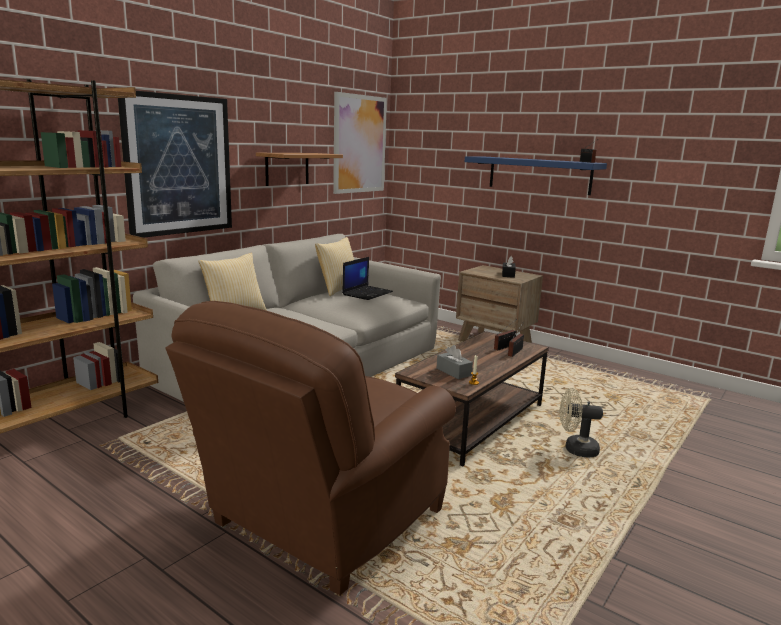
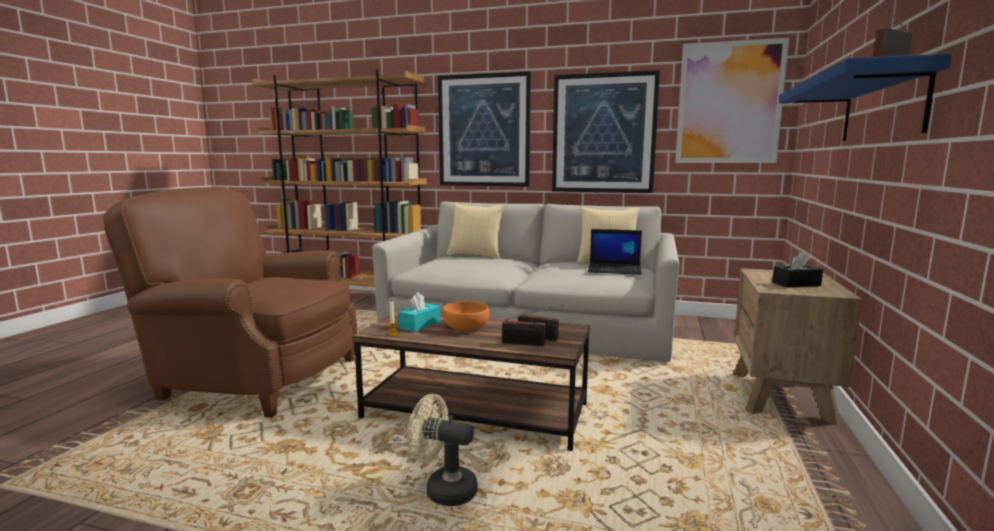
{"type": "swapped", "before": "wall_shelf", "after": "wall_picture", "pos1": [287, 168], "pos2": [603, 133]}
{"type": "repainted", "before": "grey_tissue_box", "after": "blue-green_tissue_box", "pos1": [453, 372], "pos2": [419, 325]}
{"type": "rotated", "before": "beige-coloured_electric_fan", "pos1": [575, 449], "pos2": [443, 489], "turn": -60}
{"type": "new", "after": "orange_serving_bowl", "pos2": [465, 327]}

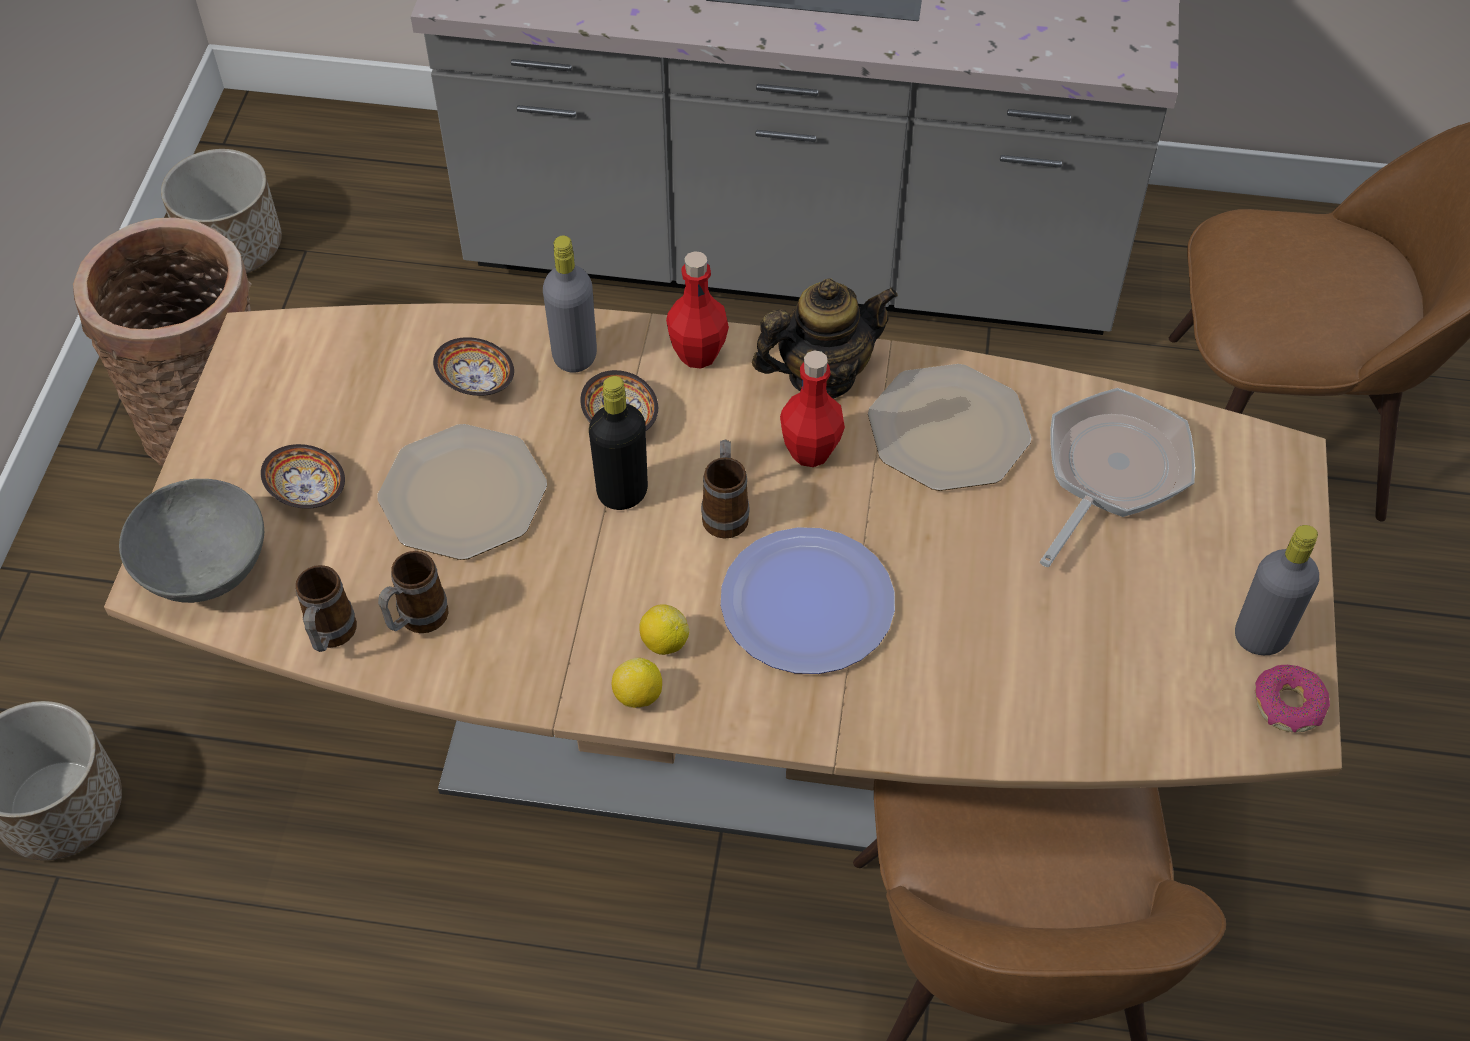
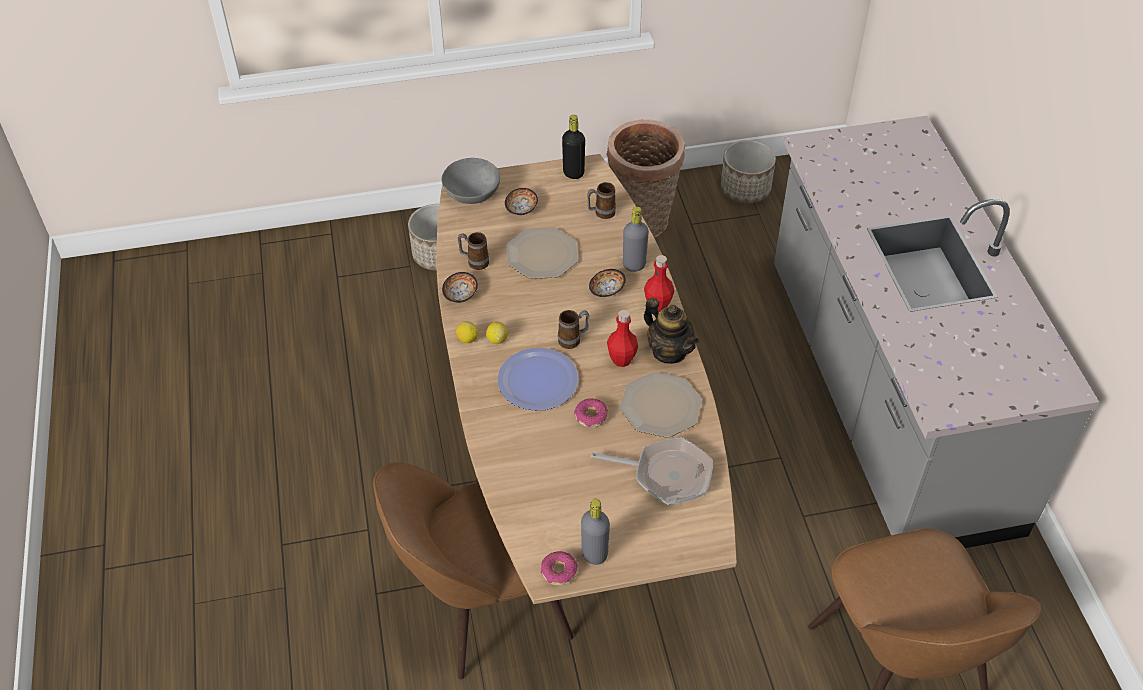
{"type": "shifted", "before": "serving_bowl", "pos1": [476, 381], "pos2": [460, 295]}
{"type": "shifted", "before": "black_drink_bottle", "pos1": [622, 493], "pos2": [573, 173]}
{"type": "shifted", "before": "coffee_mug", "pos1": [330, 637], "pos2": [601, 213]}
{"type": "new", "after": "ring_doughnut", "pos2": [591, 416]}

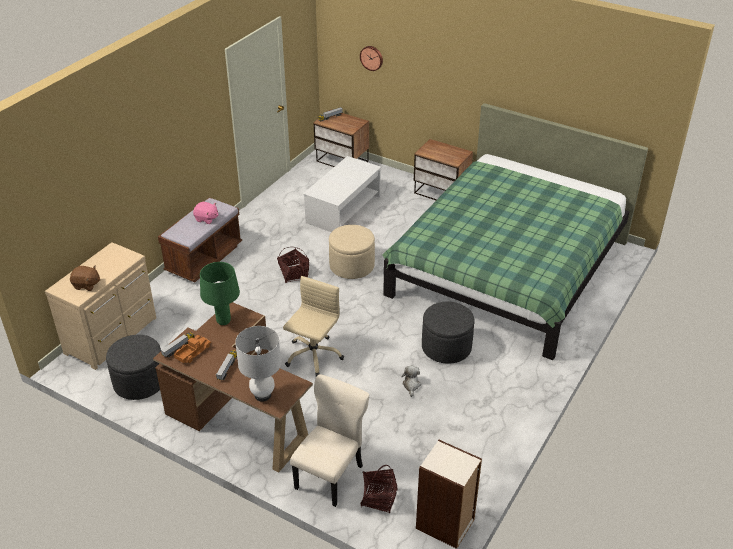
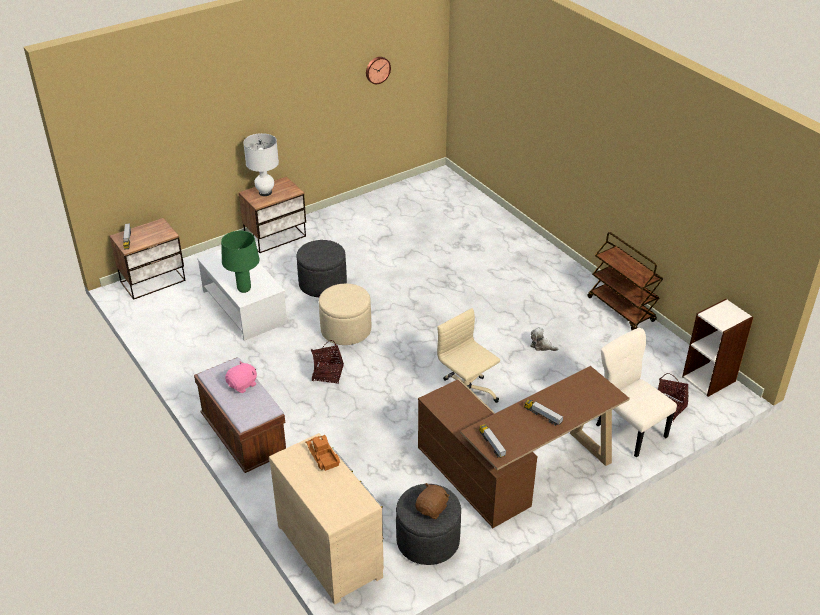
{"type": "shifted", "before": "wall_clock", "pos1": [372, 58], "pos2": [377, 69]}
{"type": "gone", "before": "green-coloured_sleeping_bed", "pos1": [508, 268]}
{"type": "shifted", "before": "green-coloured_tabletop_lamp", "pos1": [223, 322], "pos2": [244, 289]}
{"type": "shifted", "before": "brown-coloured_cuddly_toy", "pos1": [86, 285], "pos2": [432, 509]}
{"type": "shifted", "before": "grey_footrest", "pos1": [446, 347], "pos2": [322, 284]}
{"type": "shifted", "before": "white_tabletop_lamp", "pos1": [262, 395], "pos2": [265, 192]}
{"type": "shifted", "before": "model_truck", "pos1": [192, 352], "pos2": [322, 456]}
{"type": "new", "after": "brown-coloured_cart", "pos2": [621, 309]}

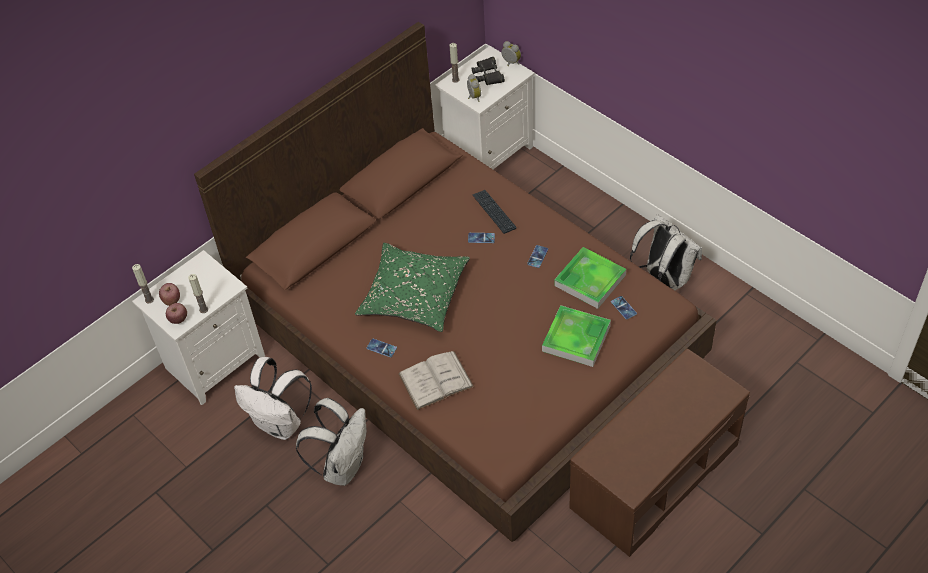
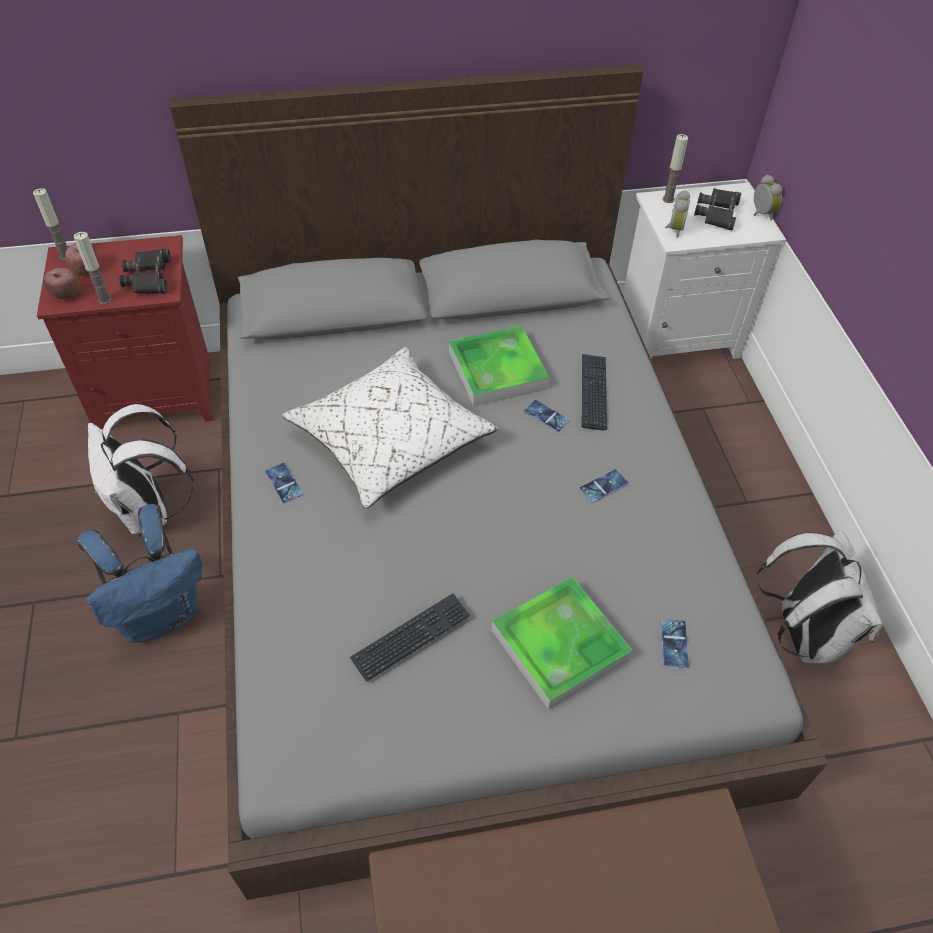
{"type": "repainted", "before": "brown-coloured_sleeping_bed", "after": "grey_sleeping_bed", "pos1": [467, 332], "pos2": [464, 538]}
{"type": "repainted", "before": "green-coloured_pillow", "after": "white_pillow", "pos1": [413, 296], "pos2": [389, 439]}
{"type": "shifted", "before": "serving_tray", "pos1": [590, 280], "pos2": [497, 370]}
{"type": "repainted", "before": "white_night_table", "after": "reddish_night_table", "pos1": [214, 361], "pos2": [158, 394]}
{"type": "gone", "before": "white_volume", "pos1": [436, 380]}
{"type": "repainted", "before": "white_knapsack", "after": "blue-coloured_knapsack", "pos1": [343, 466], "pos2": [161, 614]}
{"type": "new", "after": "black_pair_of_binoculars", "pos2": [149, 277]}
{"type": "new", "after": "keyboard", "pos2": [411, 637]}

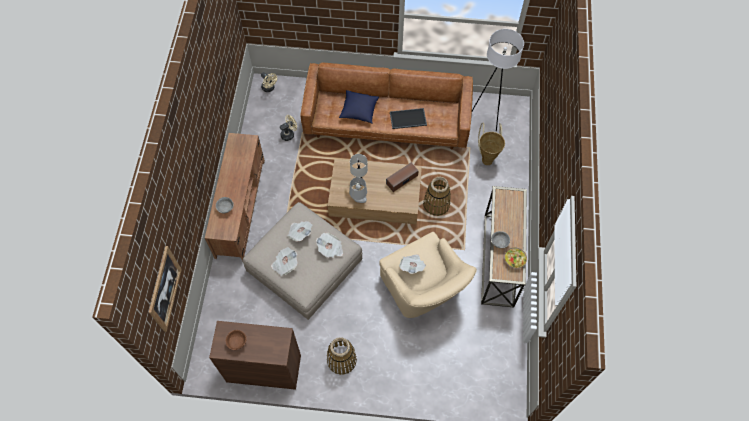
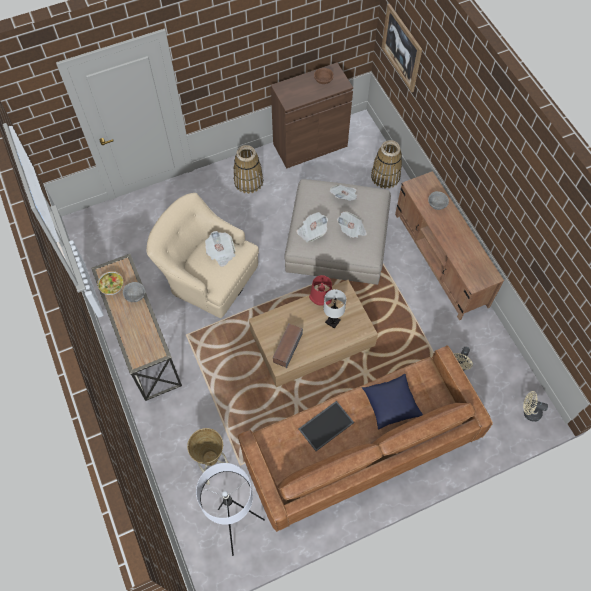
{"type": "repainted", "before": "grey_tabletop_lamp", "after": "reddish_tabletop_lamp", "pos1": [358, 199], "pos2": [320, 301]}
{"type": "shifted", "before": "basket", "pos1": [436, 204], "pos2": [385, 176]}

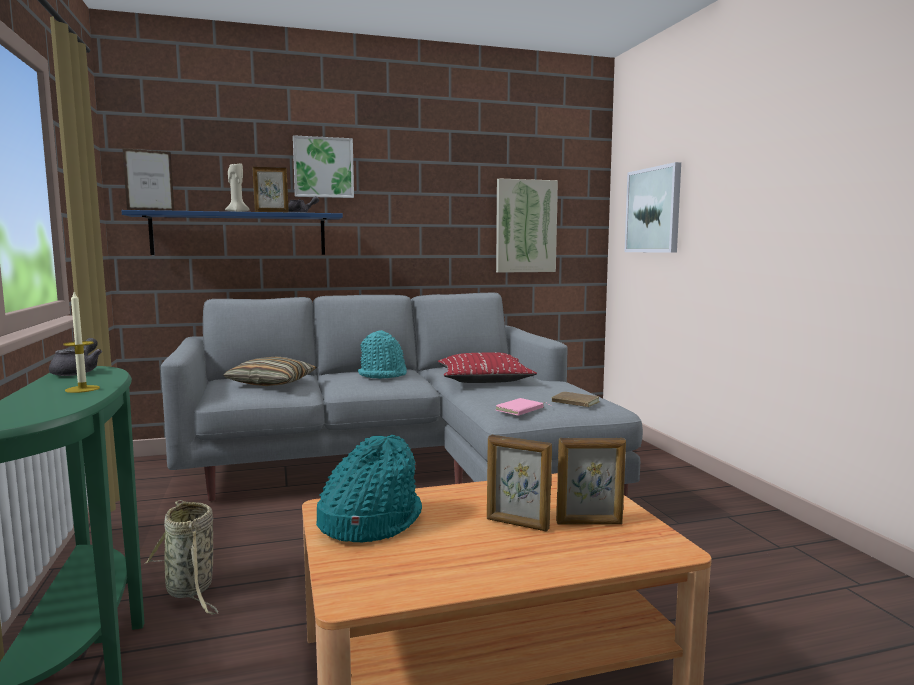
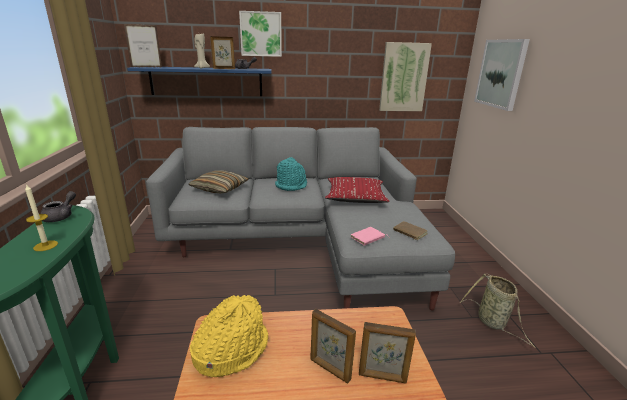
{"type": "repainted", "before": "blue-green_wearable_hat", "after": "yellowish_wearable_hat", "pos1": [370, 522], "pos2": [231, 350]}
{"type": "shifted", "before": "basket", "pos1": [191, 590], "pos2": [493, 323]}

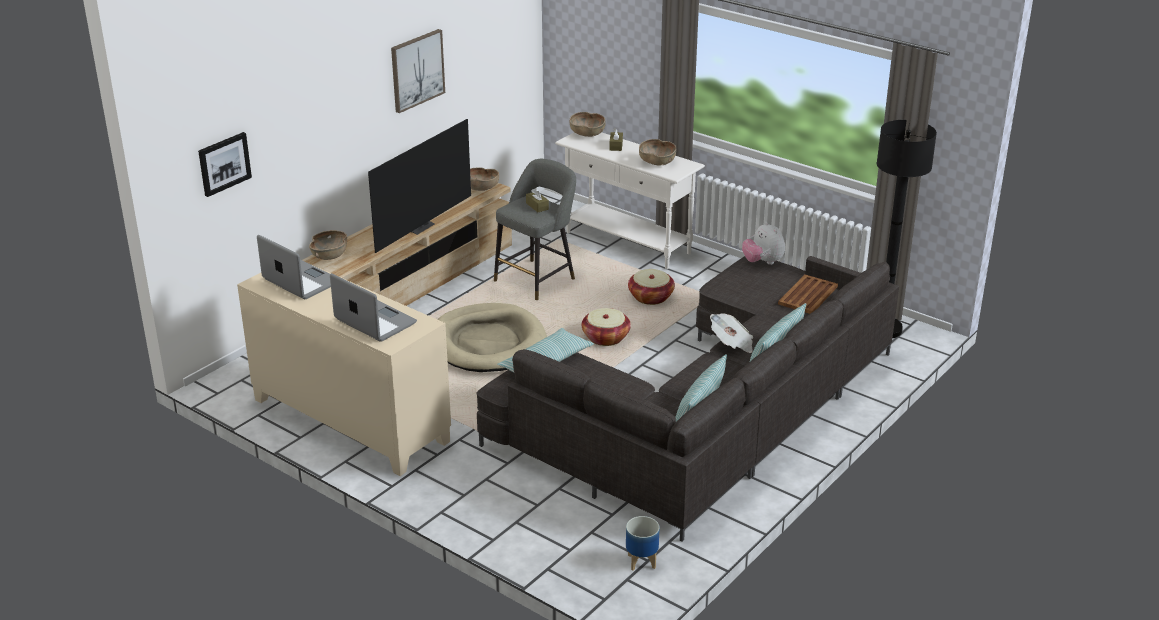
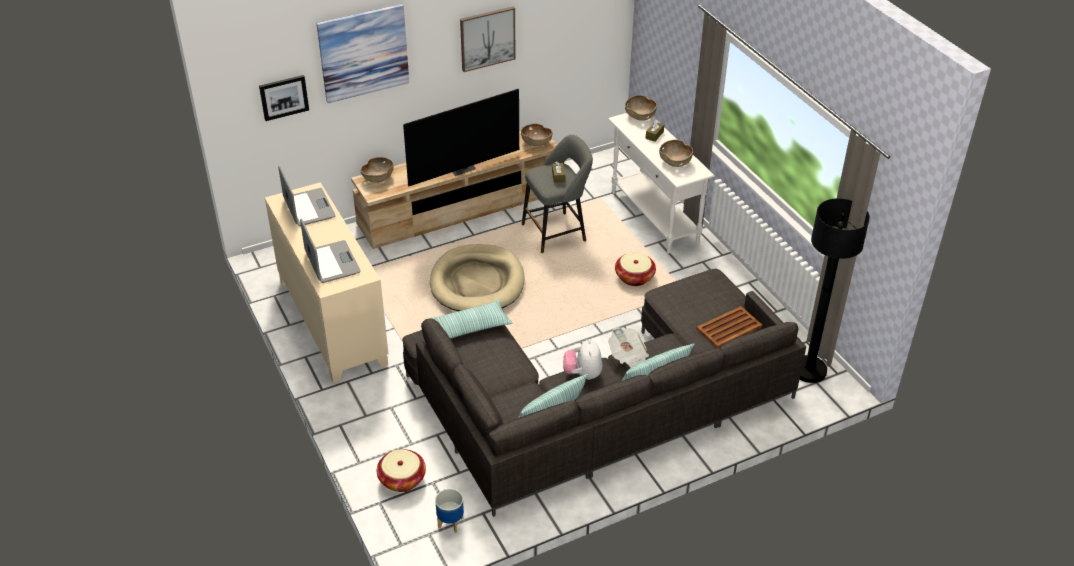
{"type": "shifted", "before": "cuddly_toy", "pos1": [762, 262], "pos2": [582, 374]}
{"type": "shifted", "before": "basket", "pos1": [606, 337], "pos2": [402, 479]}
{"type": "new", "after": "wall_picture", "pos2": [363, 53]}

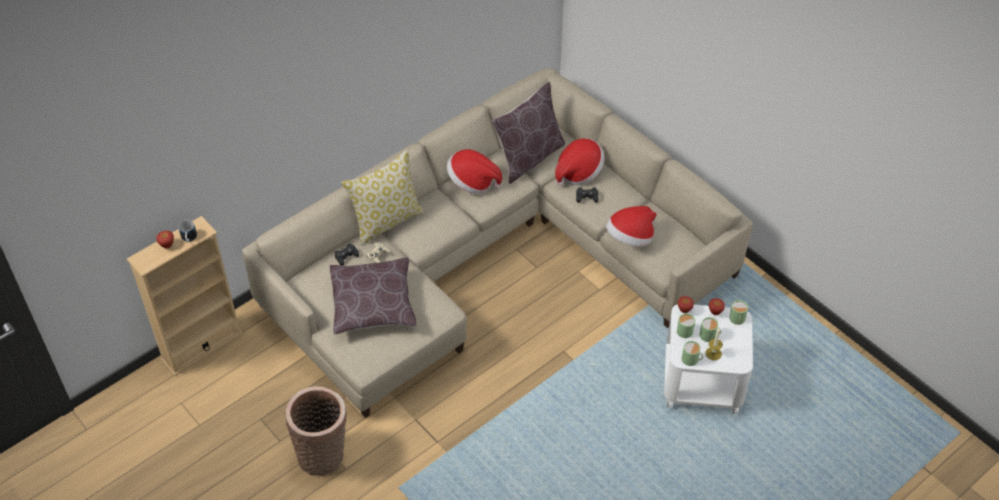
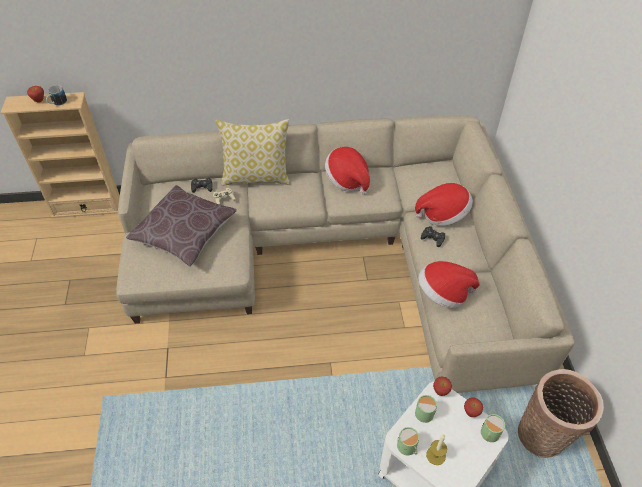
{"type": "gone", "before": "brown-coloured_pillow", "pos1": [529, 157]}
{"type": "gone", "before": "green-coloured_coffee_mug", "pos1": [709, 336]}
{"type": "shifted", "before": "basket", "pos1": [323, 455], "pos2": [544, 435]}

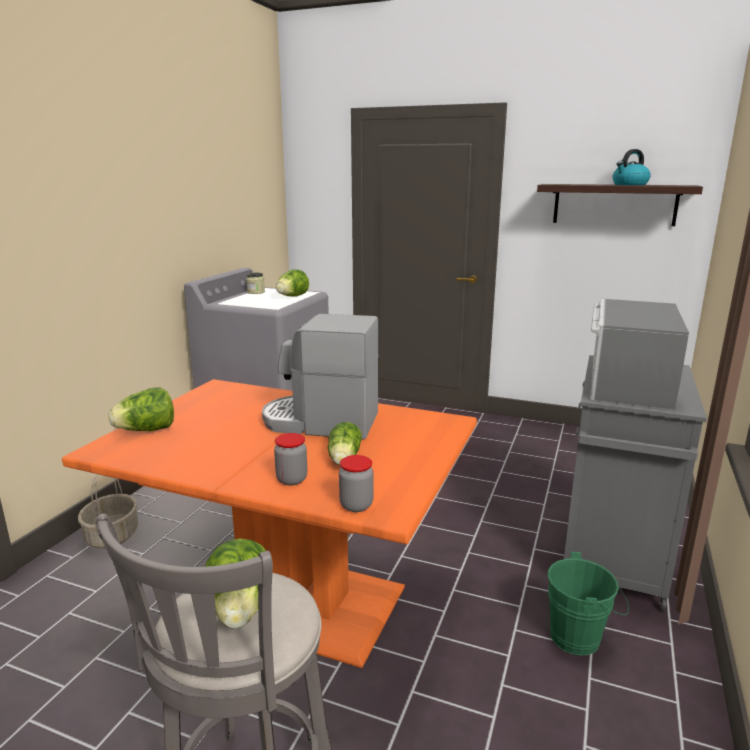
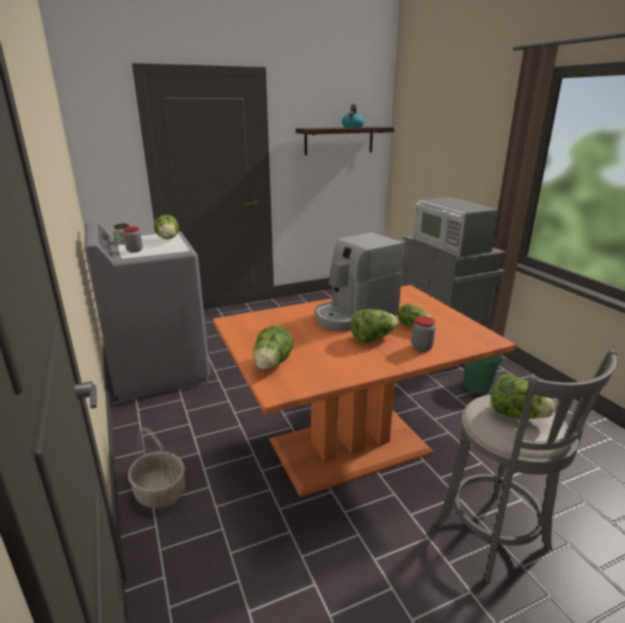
{"type": "shifted", "before": "jar", "pos1": [356, 505], "pos2": [134, 250]}
{"type": "new", "after": "lettuce", "pos2": [372, 339]}

